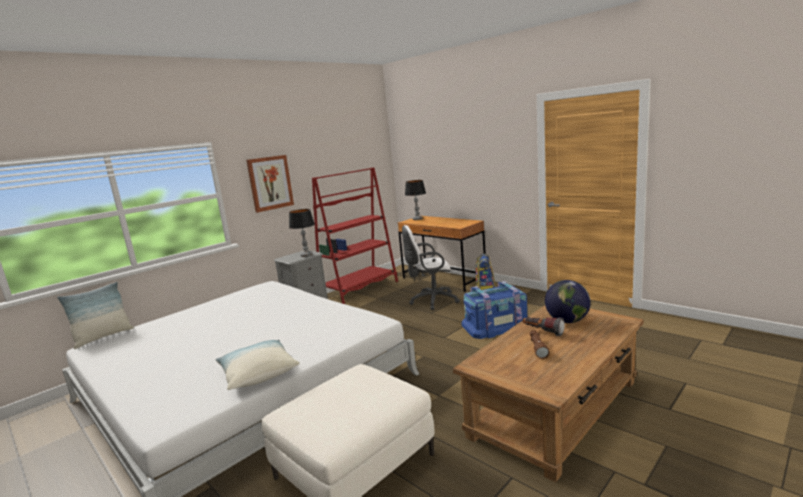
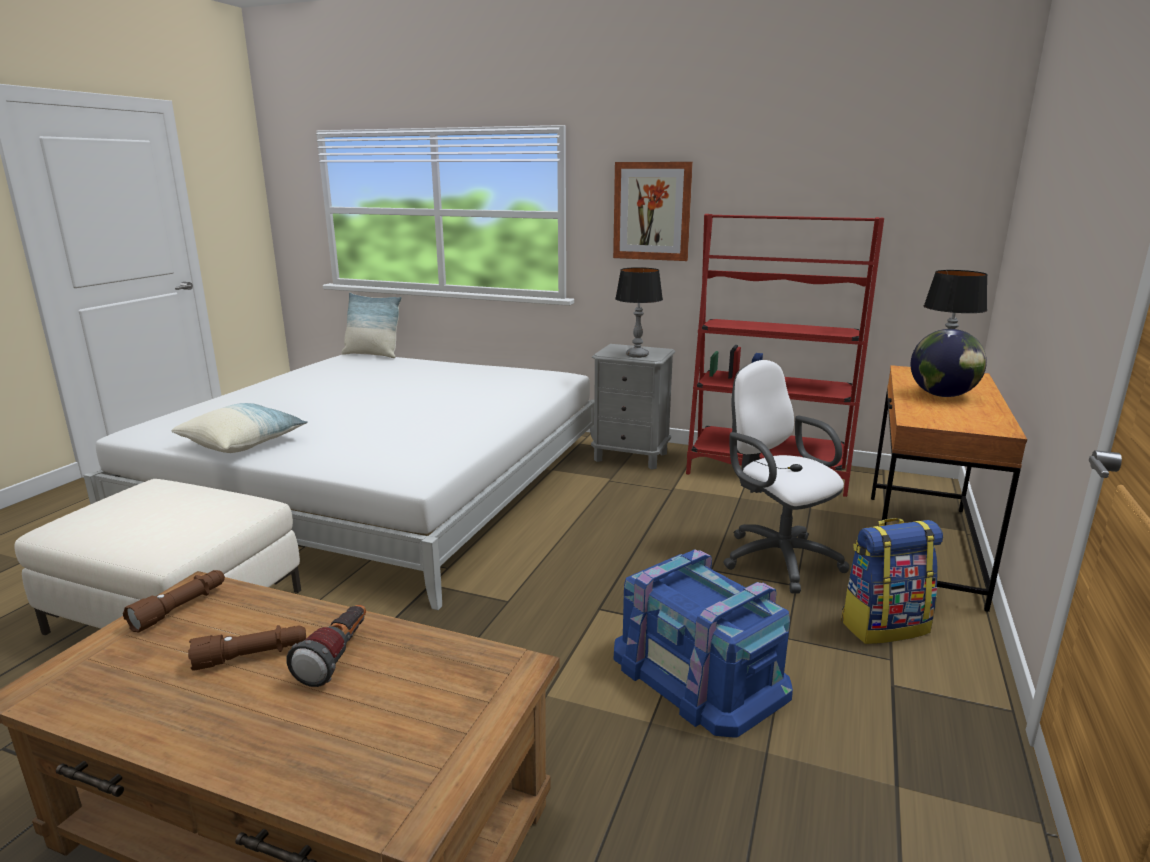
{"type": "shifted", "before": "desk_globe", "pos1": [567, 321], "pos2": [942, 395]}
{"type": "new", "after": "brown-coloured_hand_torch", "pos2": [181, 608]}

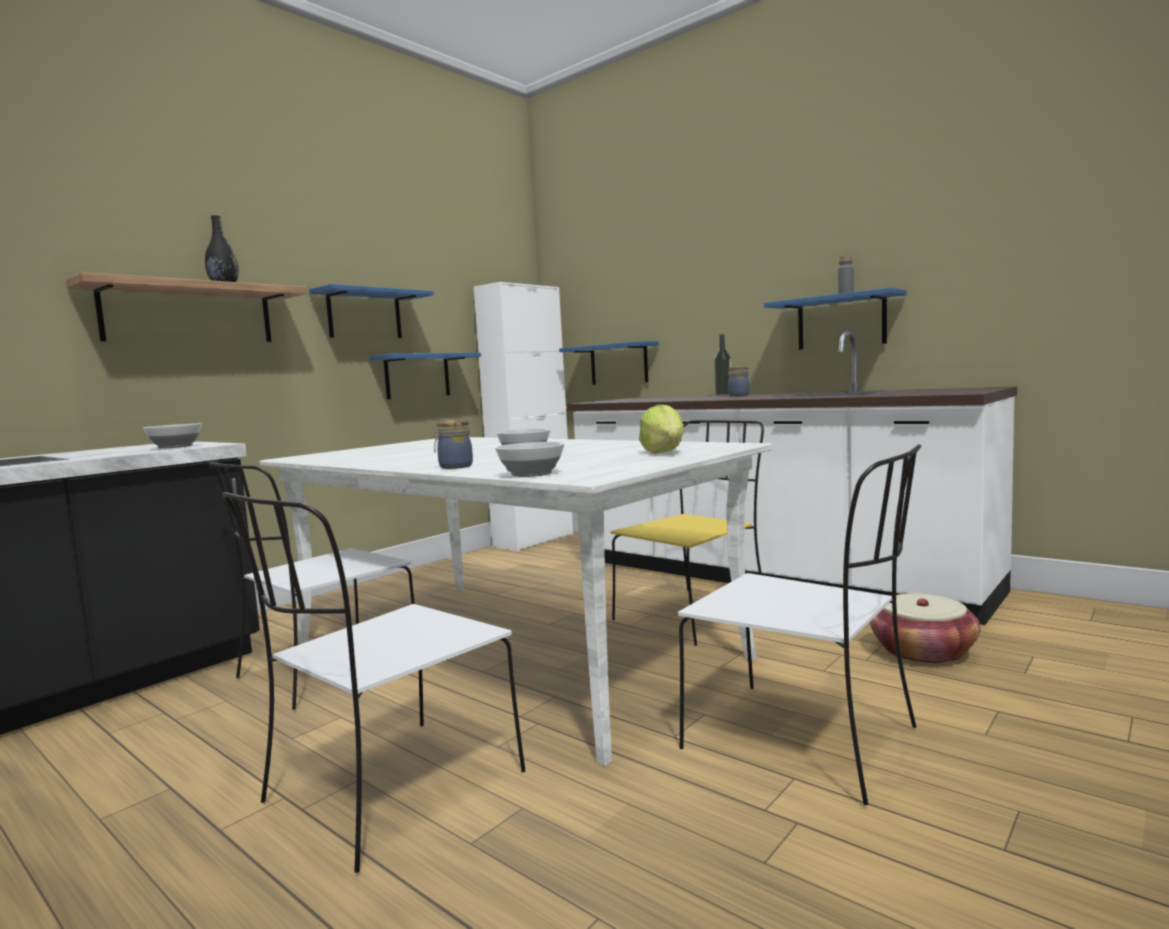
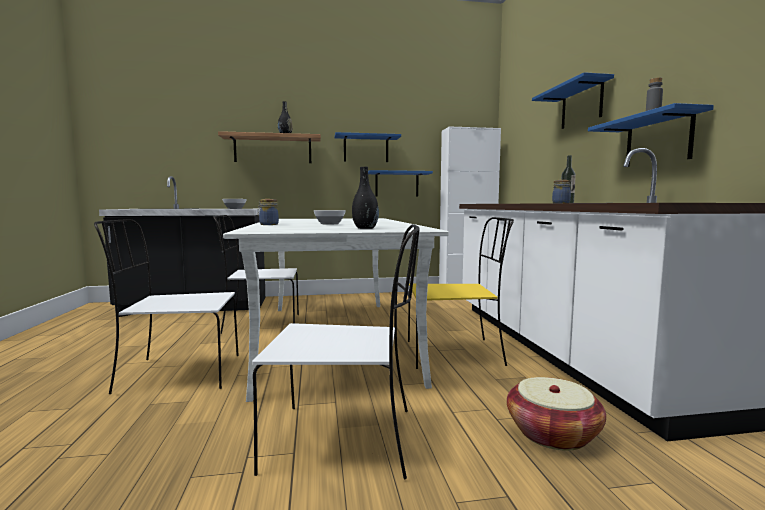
{"type": "shifted", "before": "blue-coloured_wall_shelf", "pos1": [619, 364], "pos2": [581, 105]}
{"type": "swapped", "before": "lettuce", "after": "black_flower_vase", "pos1": [664, 452], "pos2": [365, 228]}
{"type": "gone", "before": "serving_bowl", "pos1": [532, 474]}
{"type": "rotated", "before": "white_upright_chair", "pos1": [805, 740], "pos2": [345, 439], "turn": -75}

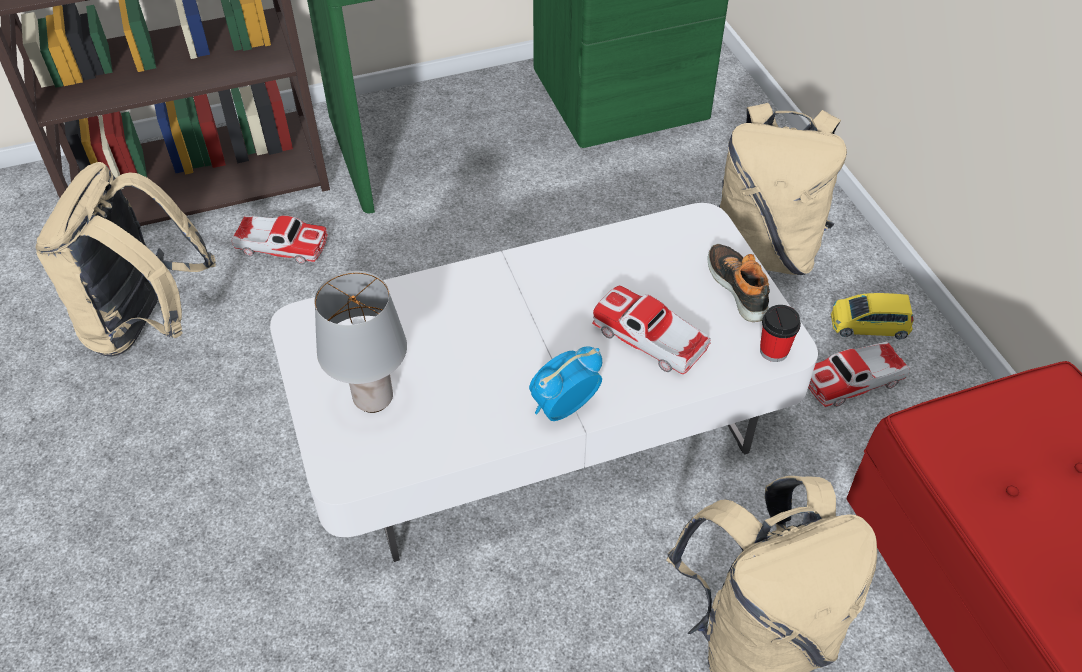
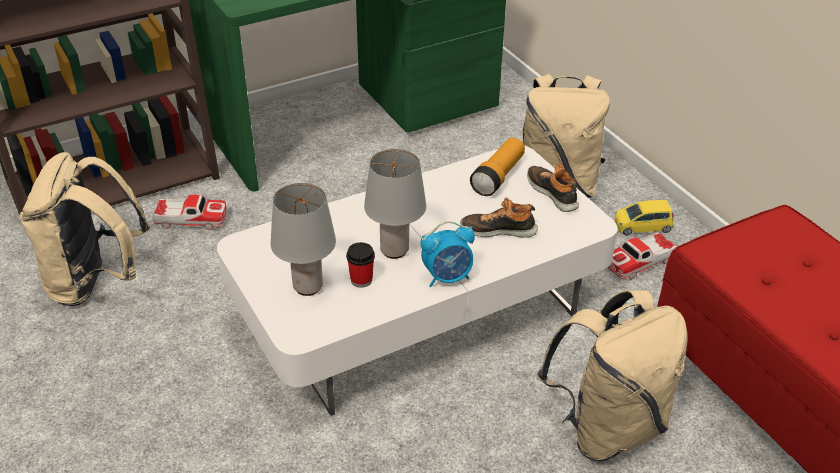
{"type": "swapped", "before": "model_car", "after": "item_of_footwear", "pos1": [650, 339], "pos2": [498, 230]}
{"type": "shifted", "before": "drinking_cup", "pos1": [773, 351], "pos2": [361, 280]}
{"type": "rotated", "before": "alarm_clock", "pos1": [563, 408], "pos2": [447, 277], "turn": -150}
{"type": "new", "after": "hand_torch", "pos2": [498, 176]}
{"type": "new", "after": "grey_tabletop_lamp", "pos2": [395, 250]}

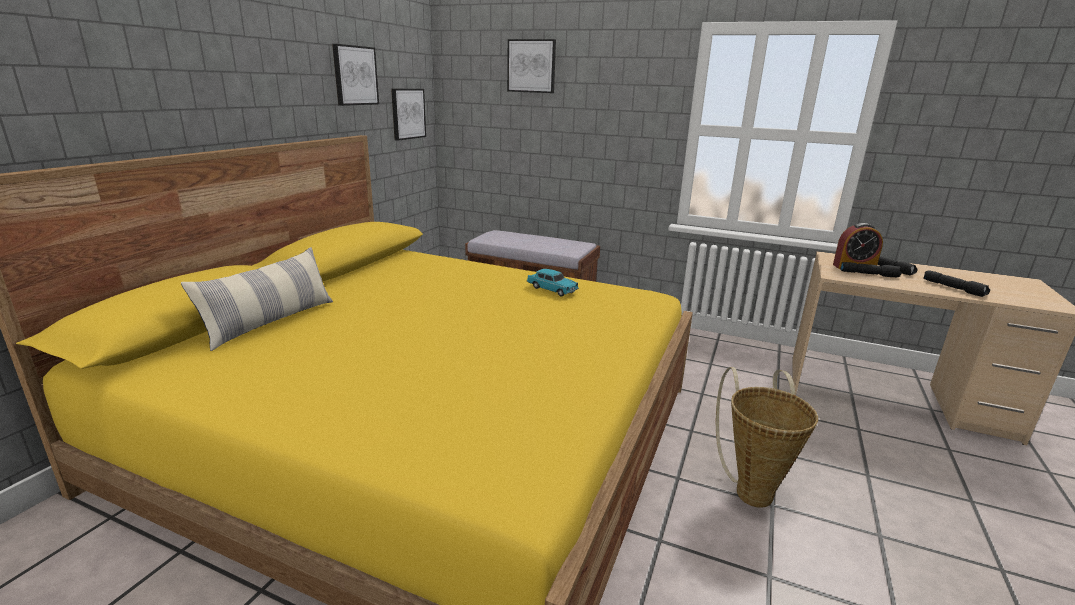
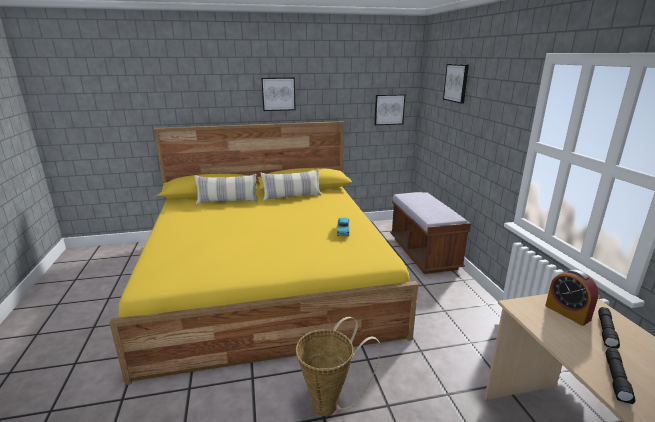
{"type": "shifted", "before": "wall_picture", "pos1": [355, 75], "pos2": [278, 94]}
{"type": "gone", "before": "black_hand_torch", "pos1": [869, 274]}
{"type": "new", "after": "pillow", "pos2": [292, 196]}

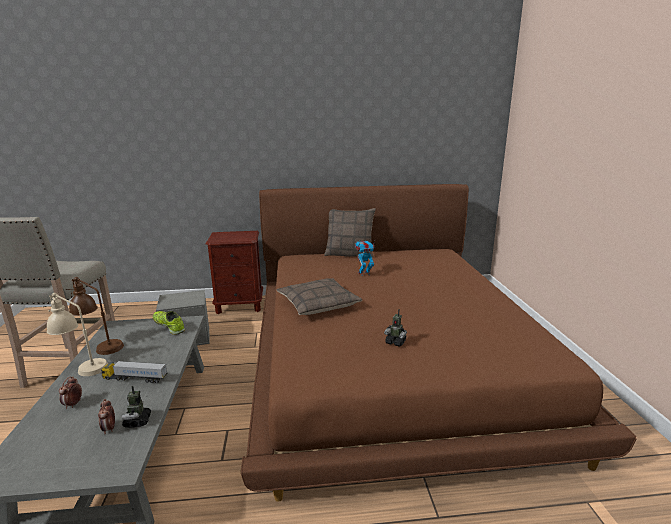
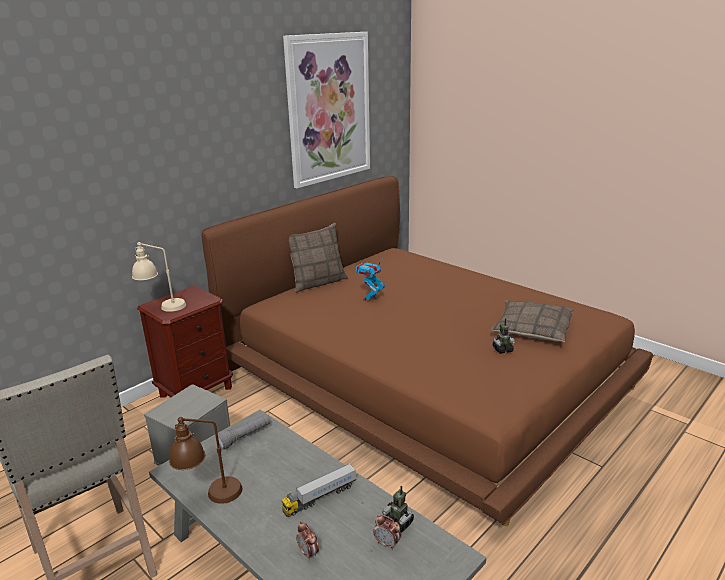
{"type": "shifted", "before": "pillow", "pos1": [318, 304], "pos2": [532, 329]}
{"type": "shifted", "before": "beige-coloured_tabletop_lamp", "pos1": [82, 367], "pos2": [162, 309]}
{"type": "swapped", "before": "item_of_footwear", "after": "grey_hand_torch", "pos1": [169, 326], "pos2": [245, 437]}
{"type": "new", "after": "wall_picture", "pos2": [329, 108]}

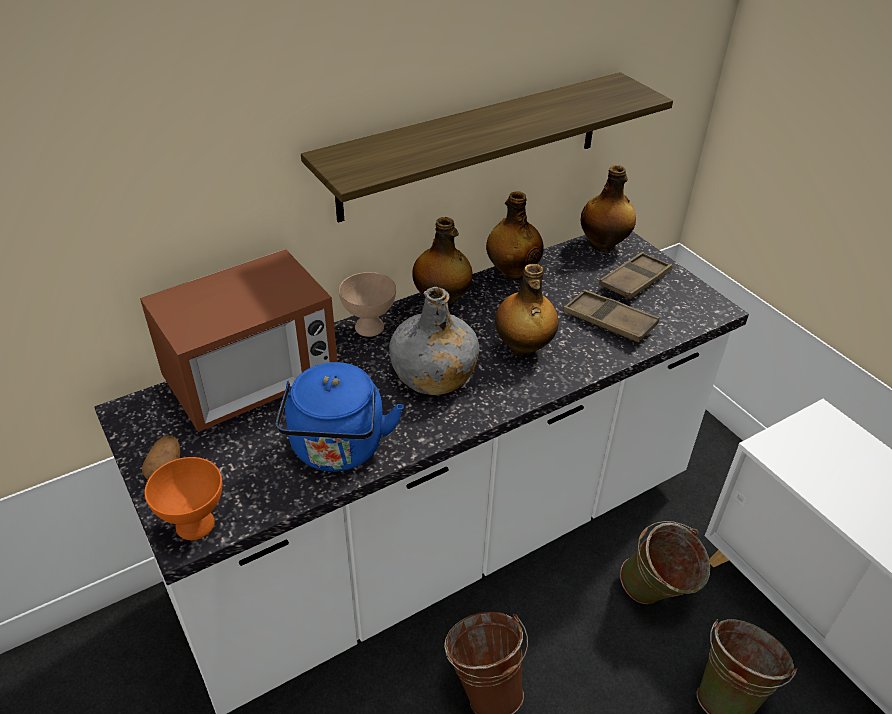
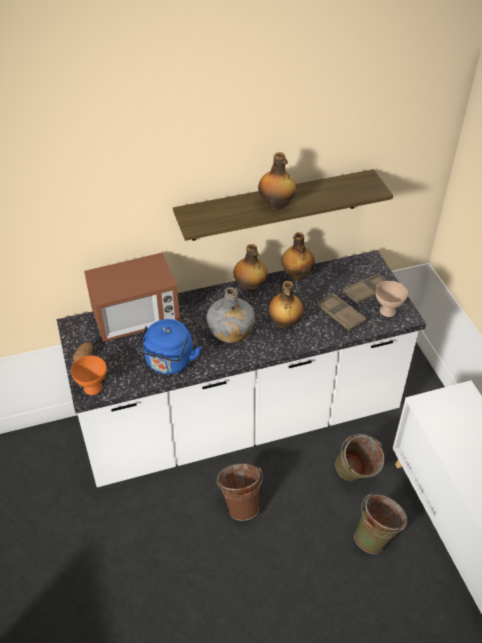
{"type": "shifted", "before": "drink_bottle", "pos1": [603, 245], "pos2": [276, 205]}
{"type": "shifted", "before": "beige-coloured_serving_bowl", "pos1": [368, 327], "pos2": [387, 311]}

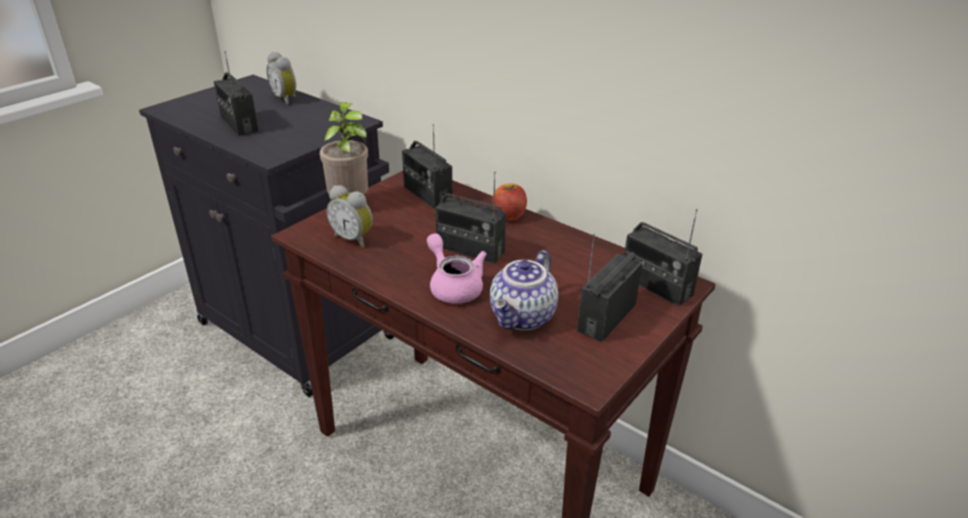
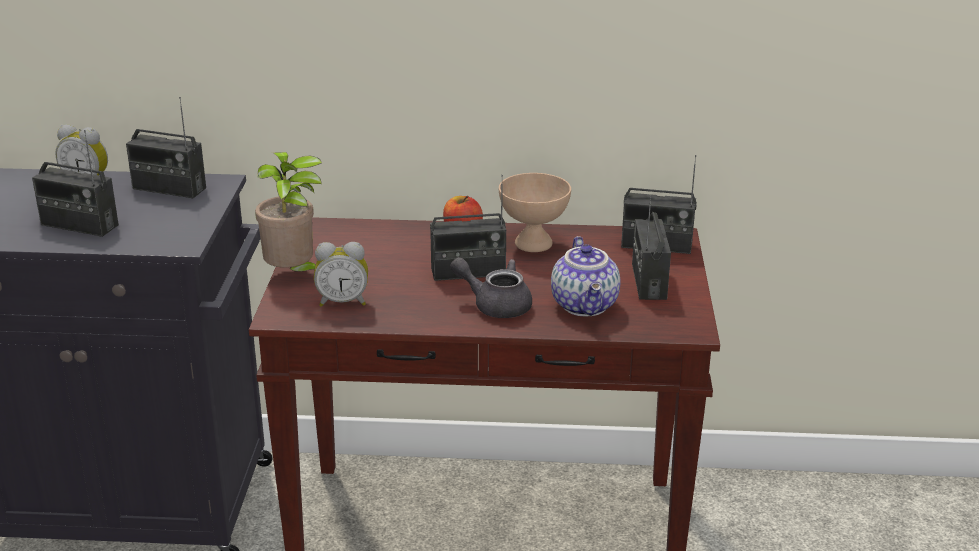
{"type": "shifted", "before": "radio_set", "pos1": [427, 195], "pos2": [169, 188]}
{"type": "repainted", "before": "pink-coloured_pot_for_tea", "after": "grey_pot_for_tea", "pos1": [453, 286], "pos2": [495, 305]}
{"type": "new", "after": "beige-coloured_serving_bowl", "pos2": [534, 243]}

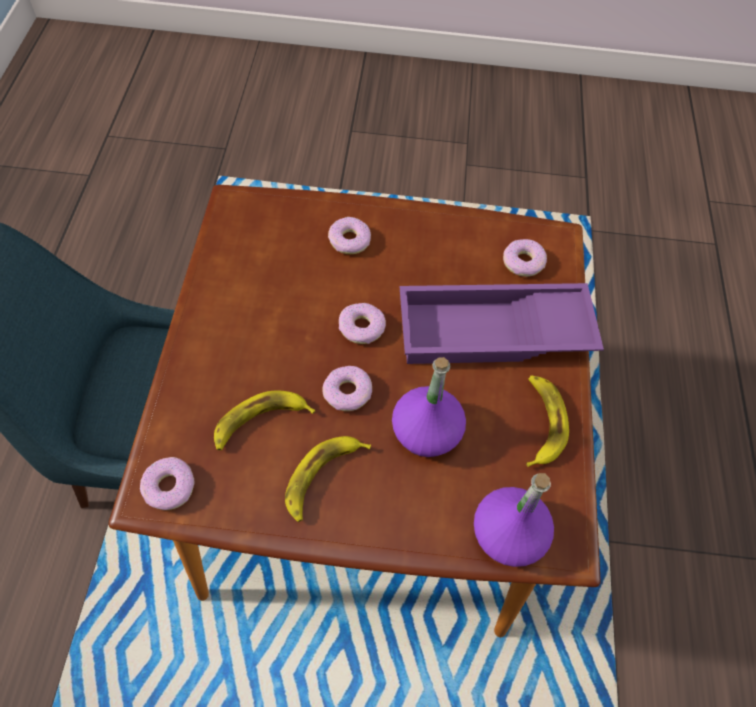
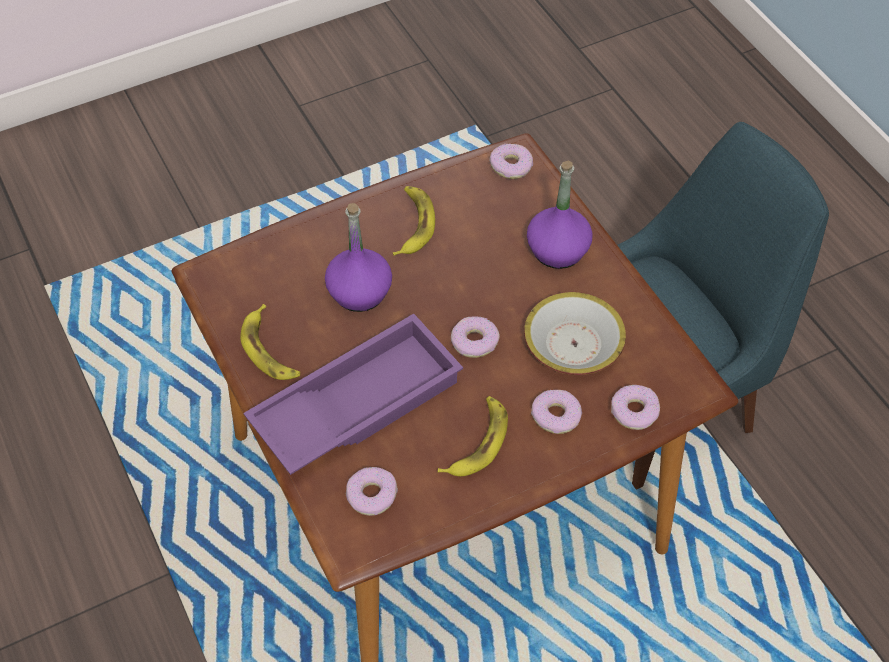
{"type": "shifted", "before": "ring_doughnut", "pos1": [347, 392], "pos2": [634, 412]}
{"type": "shifted", "before": "banana", "pos1": [260, 422], "pos2": [477, 442]}
{"type": "shifted", "before": "purple-coloured_drink_bottle", "pos1": [508, 535], "pos2": [557, 250]}
{"type": "new", "after": "serving_bowl", "pos2": [574, 345]}

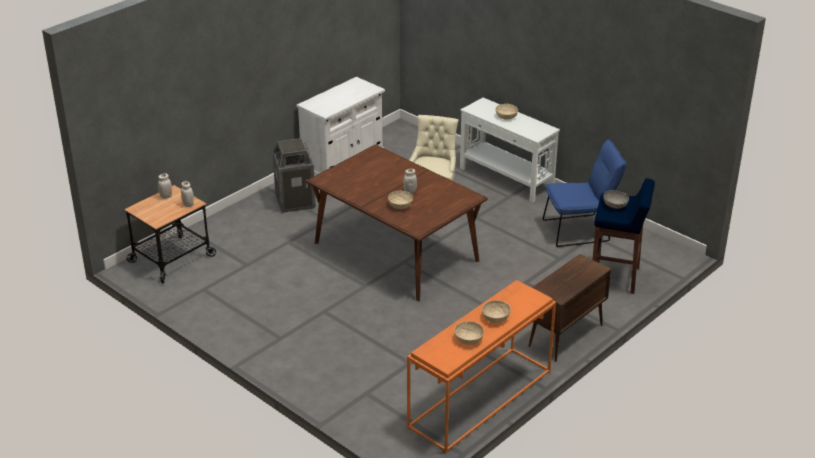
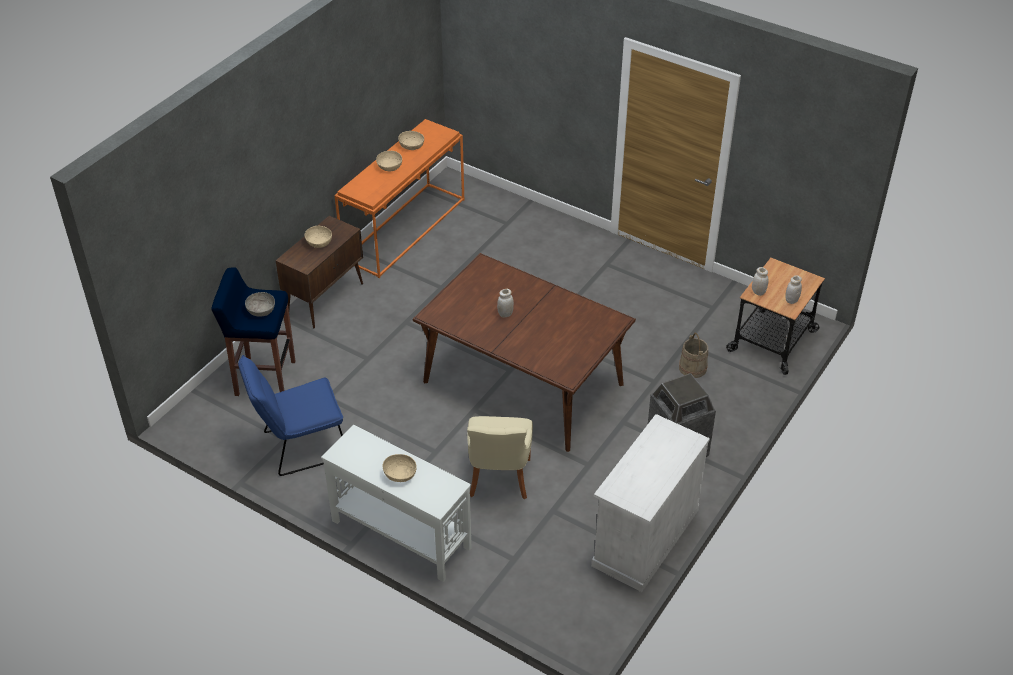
{"type": "shifted", "before": "beige-coloured_serving_bowl", "pos1": [400, 205], "pos2": [319, 243]}
{"type": "new", "after": "beige-coloured_bucket", "pos2": [693, 368]}

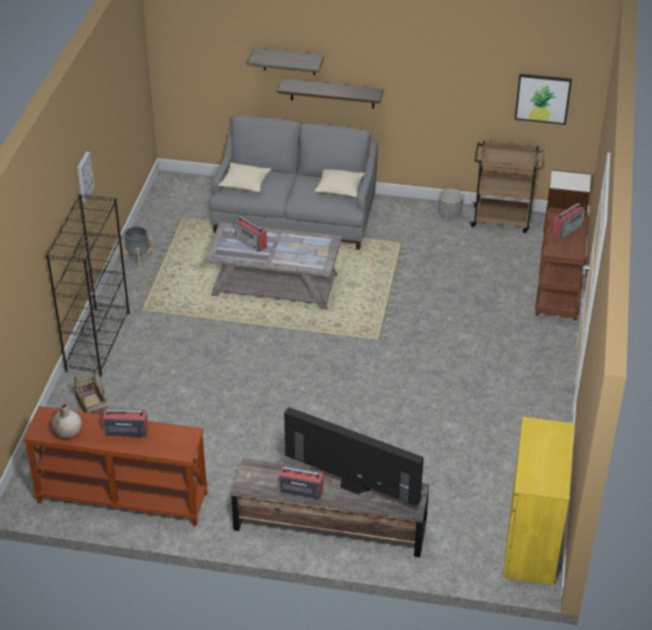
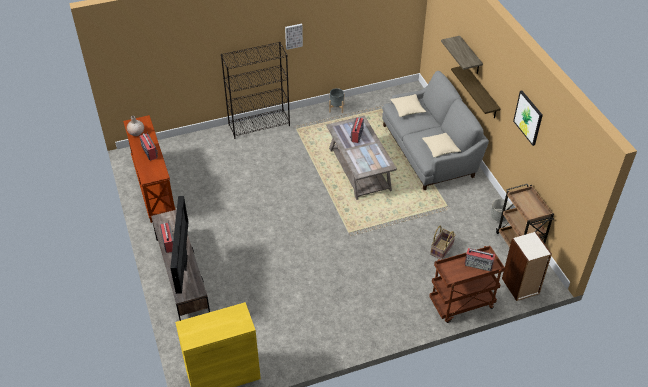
{"type": "shifted", "before": "wall_picture", "pos1": [542, 98], "pos2": [528, 117]}
{"type": "shifted", "before": "basket", "pos1": [91, 408], "pos2": [441, 249]}

